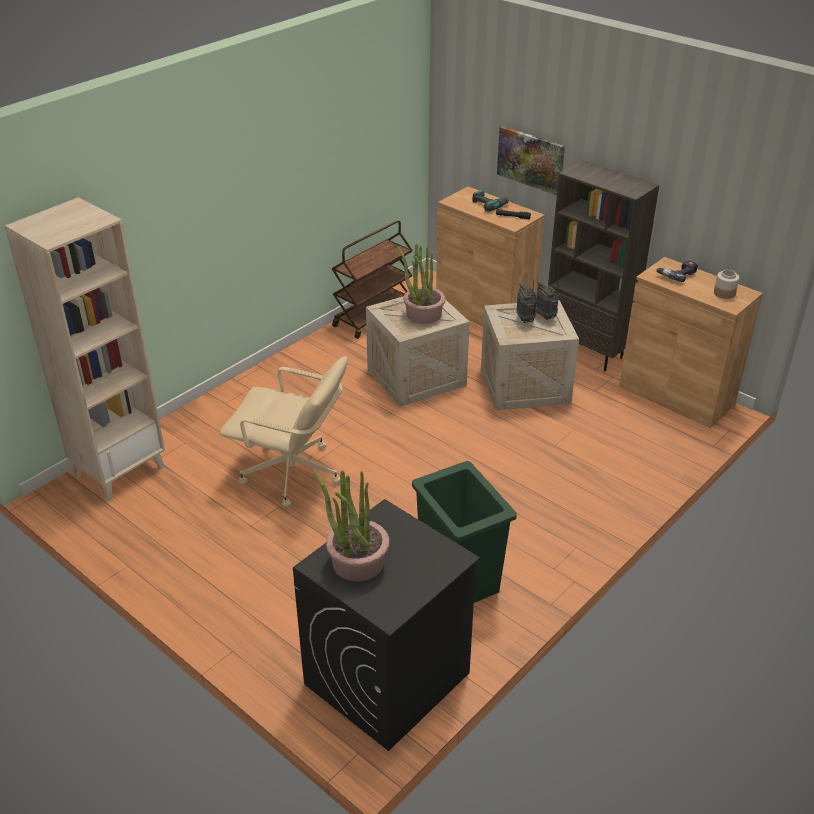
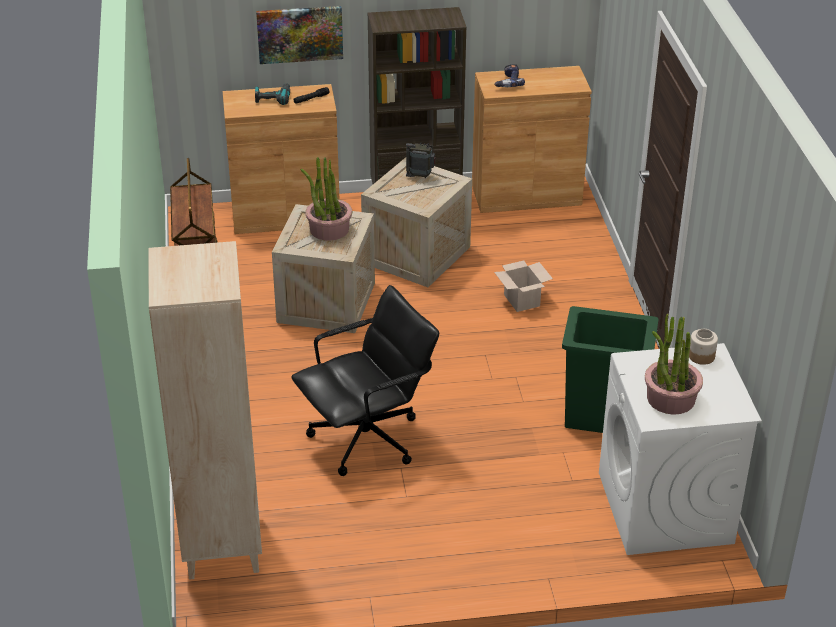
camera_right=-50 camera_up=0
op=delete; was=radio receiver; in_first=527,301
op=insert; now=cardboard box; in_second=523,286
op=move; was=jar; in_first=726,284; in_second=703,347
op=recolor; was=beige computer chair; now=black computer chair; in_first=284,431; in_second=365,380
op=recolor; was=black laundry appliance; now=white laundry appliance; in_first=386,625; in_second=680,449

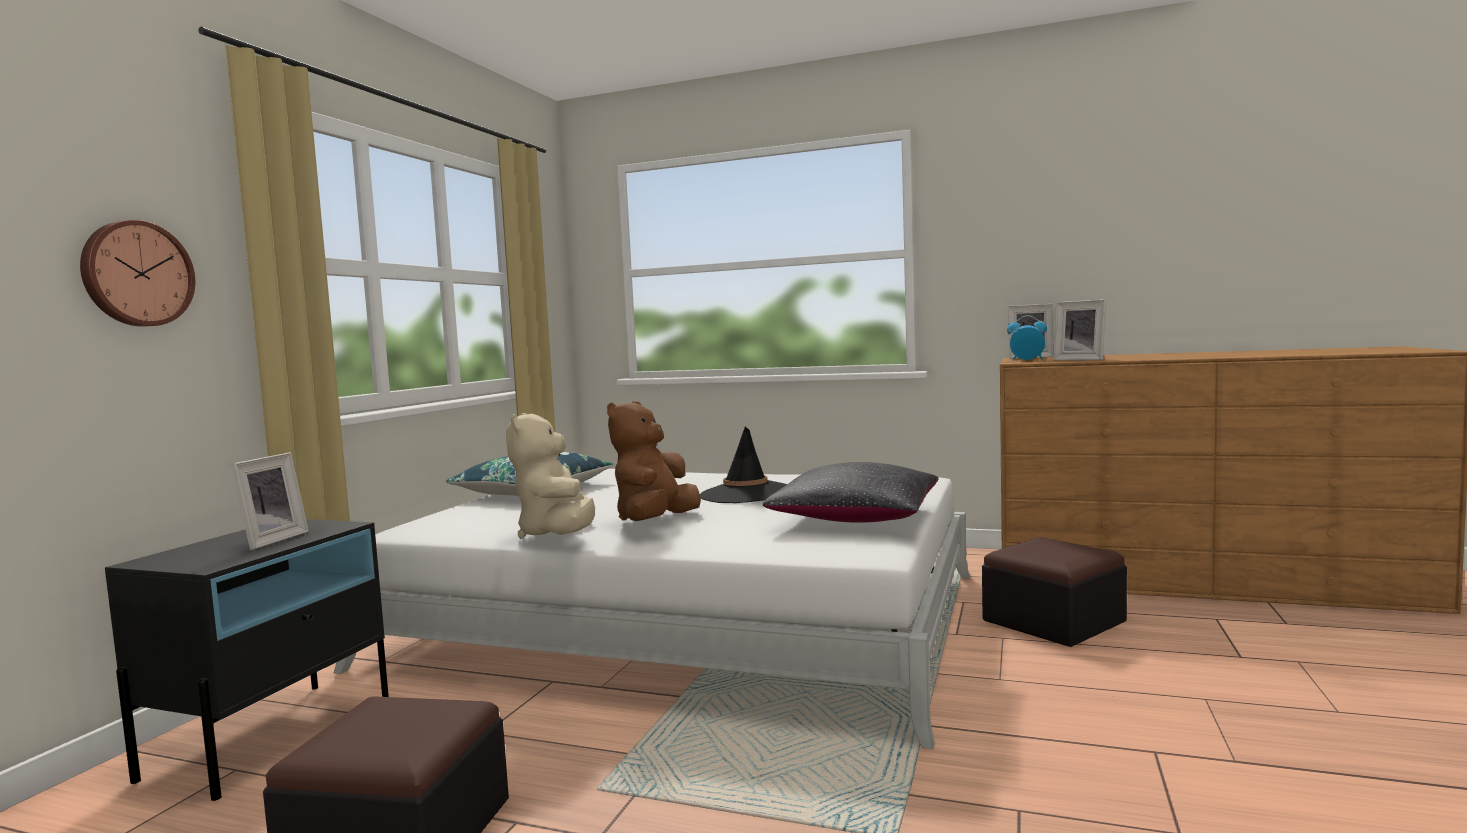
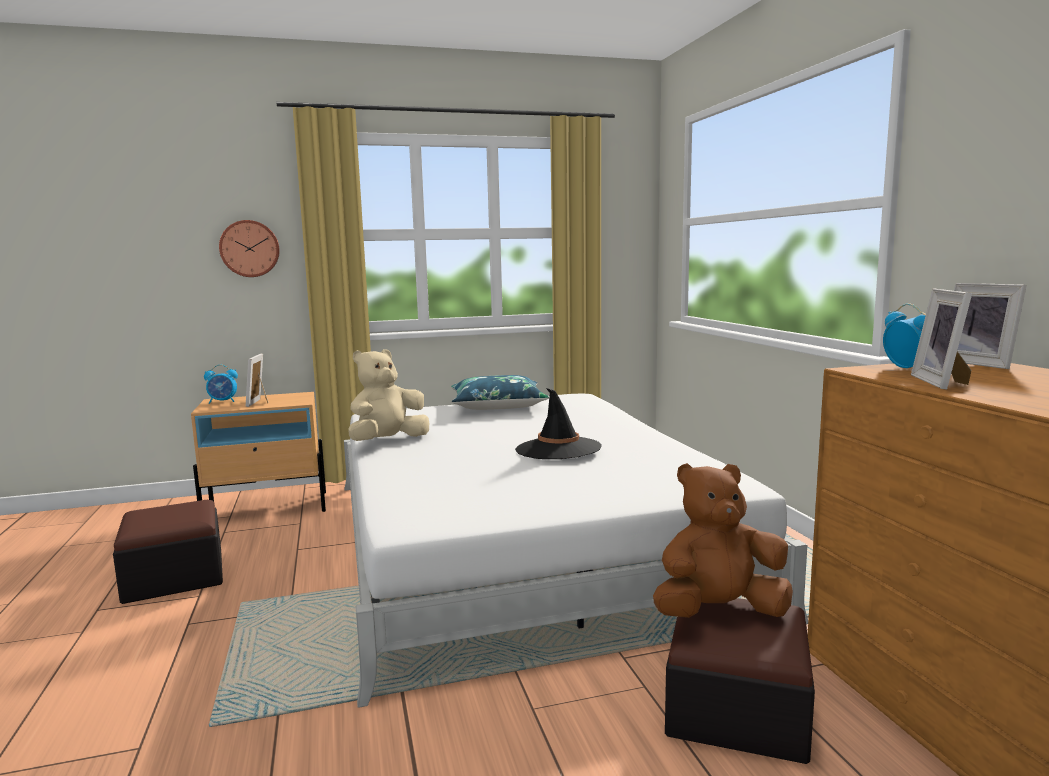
camera_right=55 camera_up=5
op=delete; was=black throw pillow; in_first=850,492
op=insert; now=table clock; in_second=221,384
op=move; was=brown-coloured cuddly toy; in_first=654,461; in_second=723,540
op=recolor; was=black nightstand; now=beige nightstand; in_first=247,660; in_second=258,452
op=rotate; was=standing frame; in_first=270,501; in_second=257,380; clockwise=105

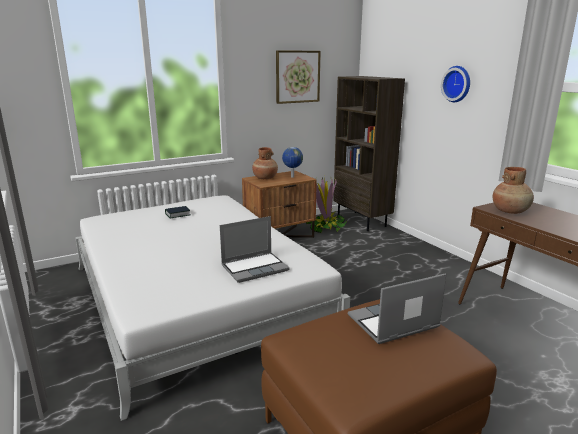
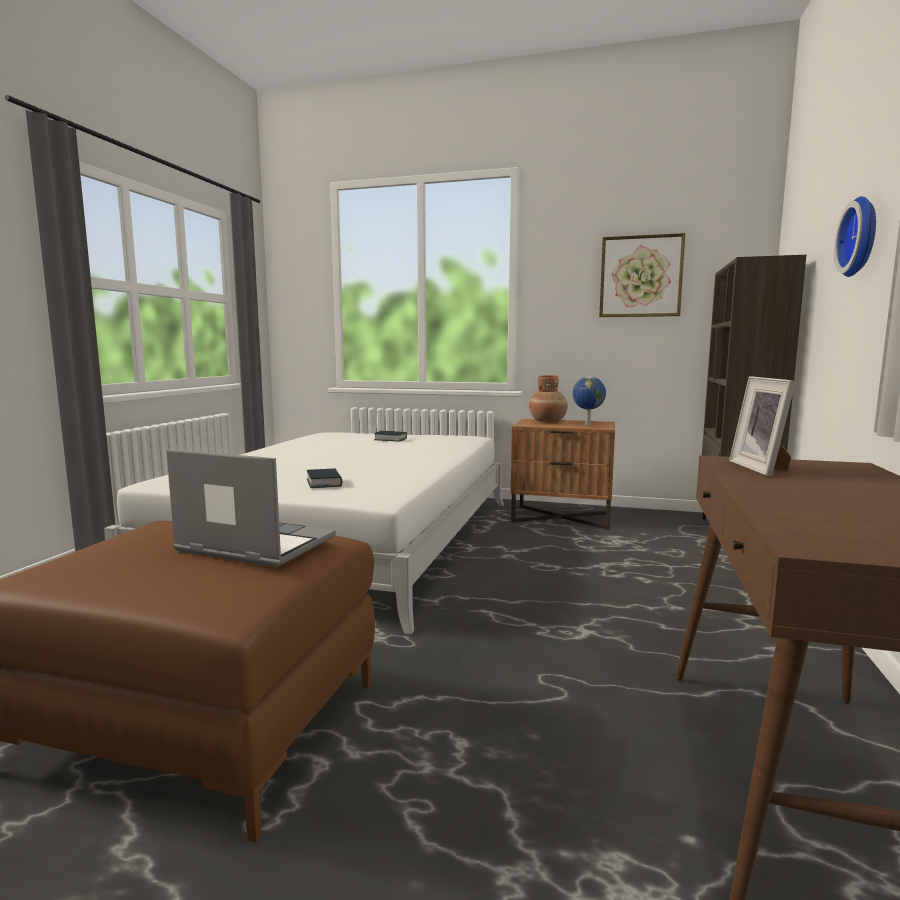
camera_right=45 camera_up=-10
op=delete; was=plant in a pot; in_first=326,204
op=replace; was=laptop; now=volume; in_first=255,249; in_second=324,478
op=replace; was=brown-coloured vase; now=standing frame; in_first=513,190; in_second=762,426

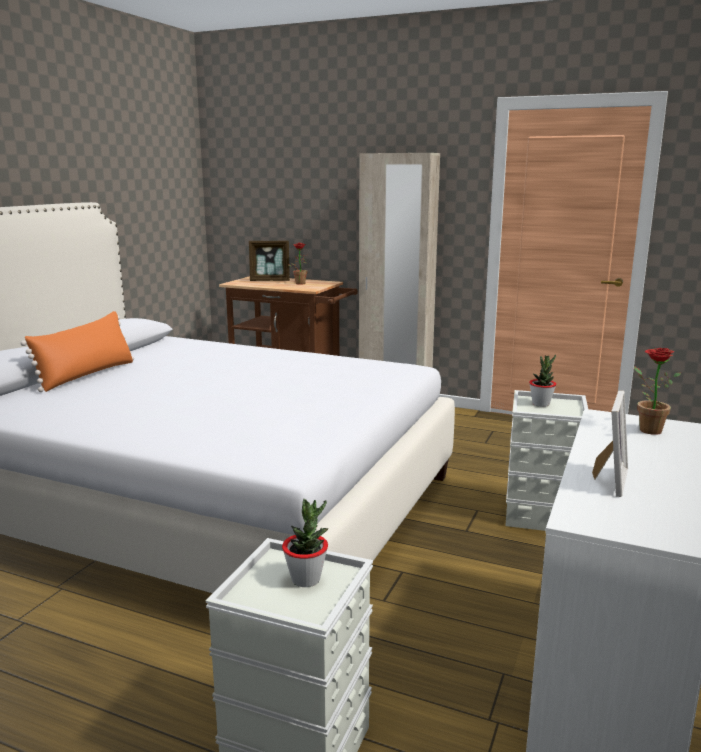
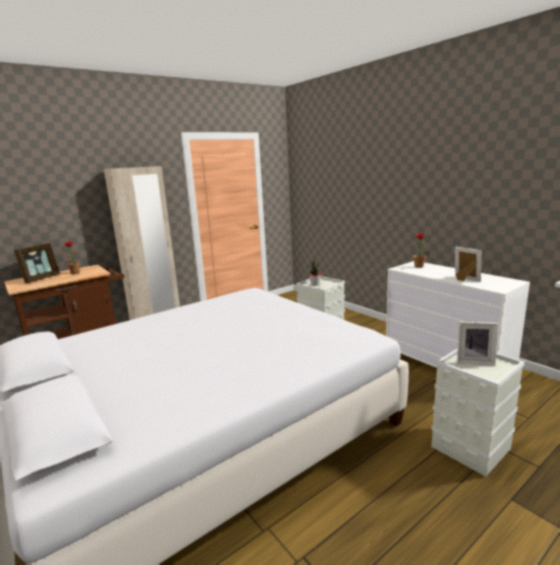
camera_right=-60 camera_up=0
op=delete; was=orangey throw pillow; in_first=77,351
op=replace; was=plant in a pot; now=standing frame; in_first=305,543; in_second=477,343

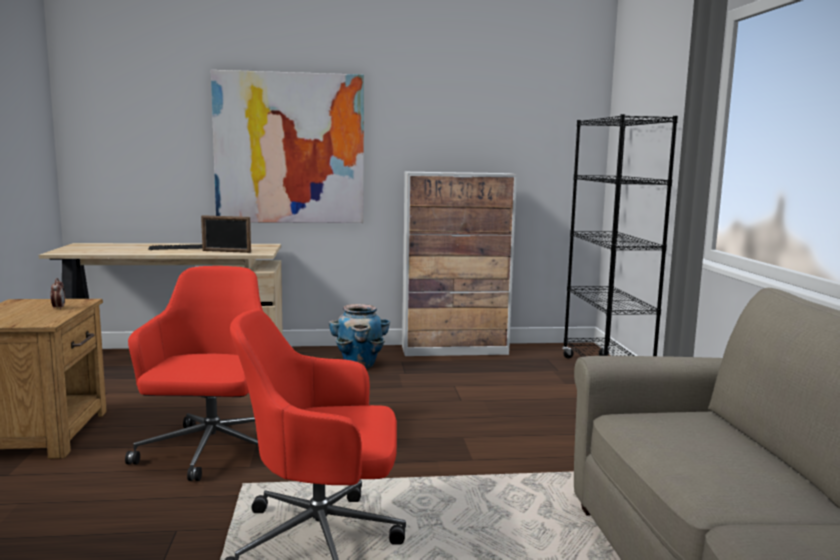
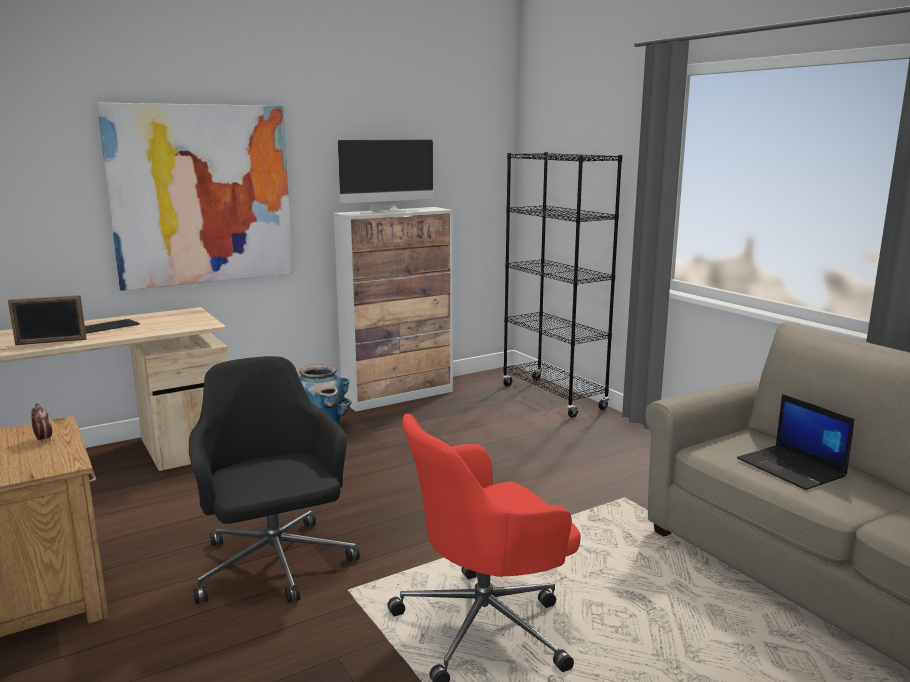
camera_right=-25 camera_up=5
op=insert; now=computer display; in_second=385,176
op=insert; now=laptop; in_second=796,442
op=move; was=standing frame; in_first=226,234; in_second=47,320
op=recolor; was=red-coloured computer chair; now=black computer chair; in_first=194,373; in_second=274,480

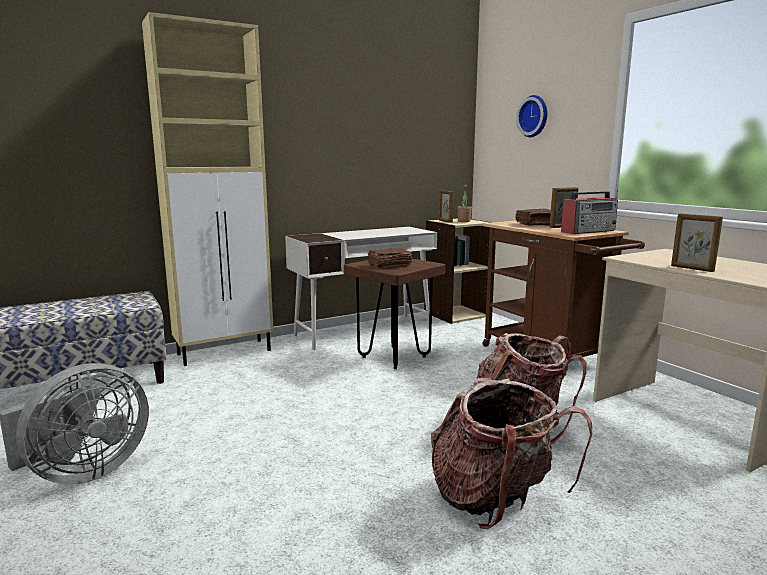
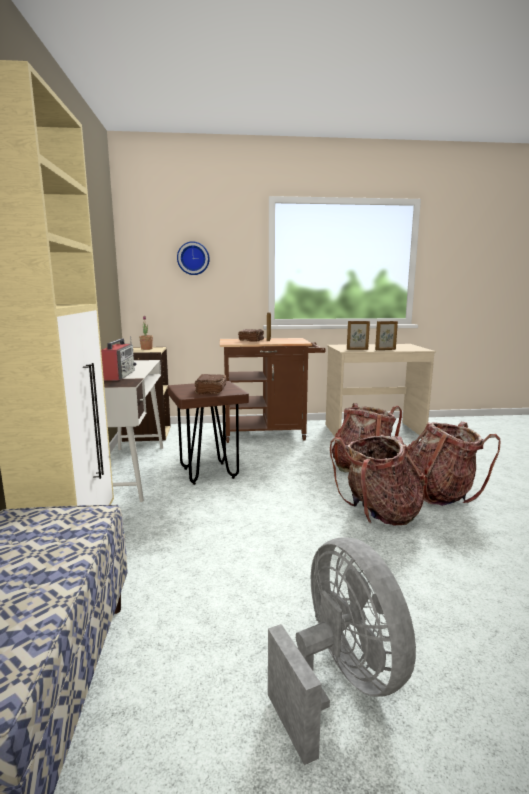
camera_right=-65 camera_up=0
op=insert; now=knapsack; in_second=378,480
op=move; was=standing frame; in_first=446,206; in_second=358,335
op=move; was=radio receiver; in_first=589,211; in_second=118,358

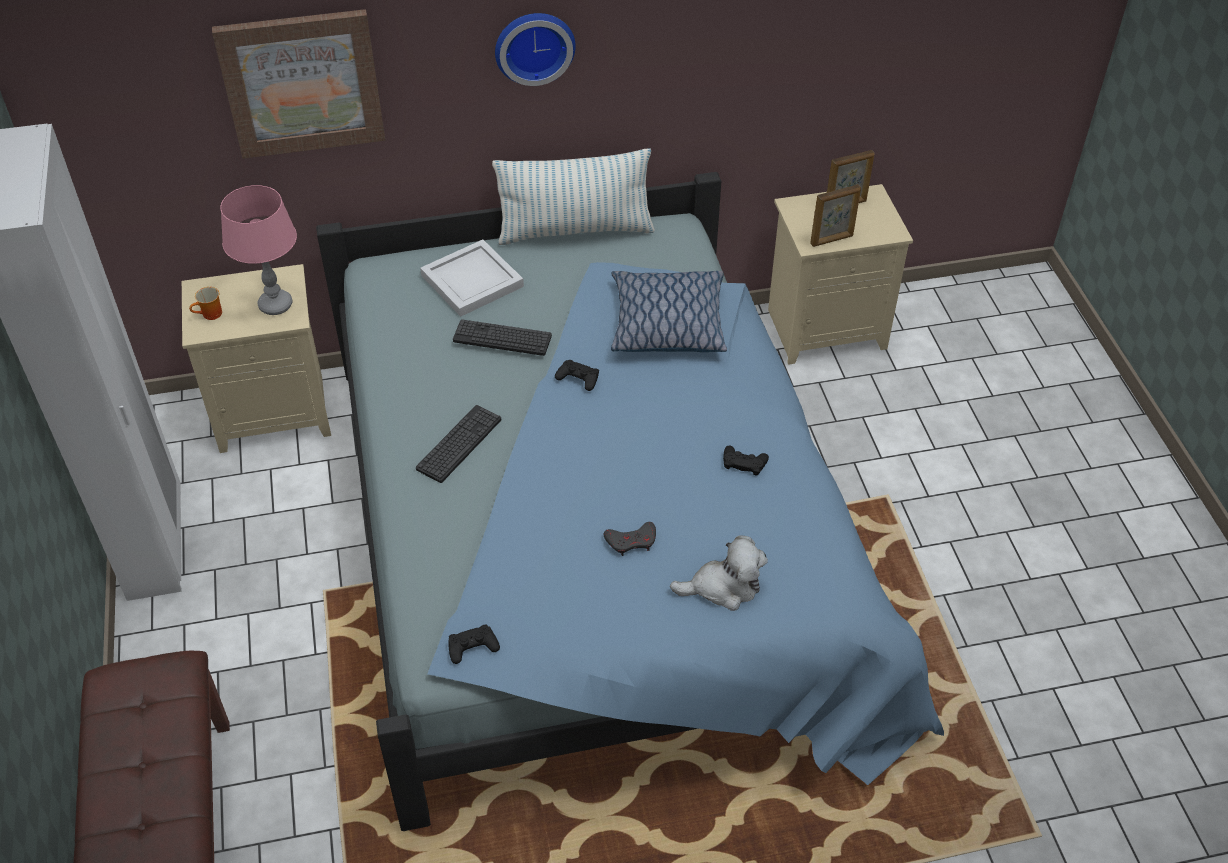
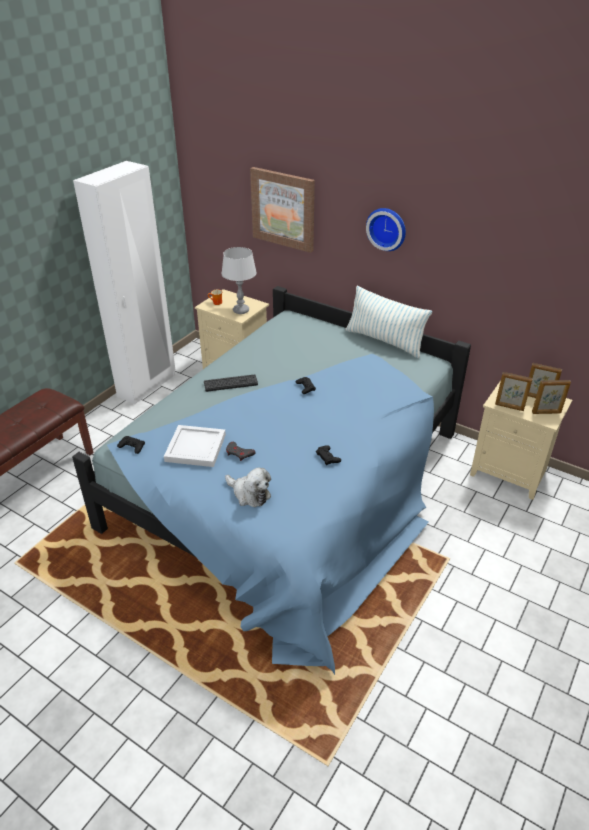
camera_right=45 camera_up=-10
op=delete; was=keyboard; in_first=502,337
op=delete; was=throw pillow; in_first=669,311
op=insert; now=standing frame; in_second=551,397
op=move; was=white serving tray; in_first=472,278; in_second=195,446
op=recolor; was=pink table lamp; now=grey table lamp; in_first=258,250; in_second=239,280

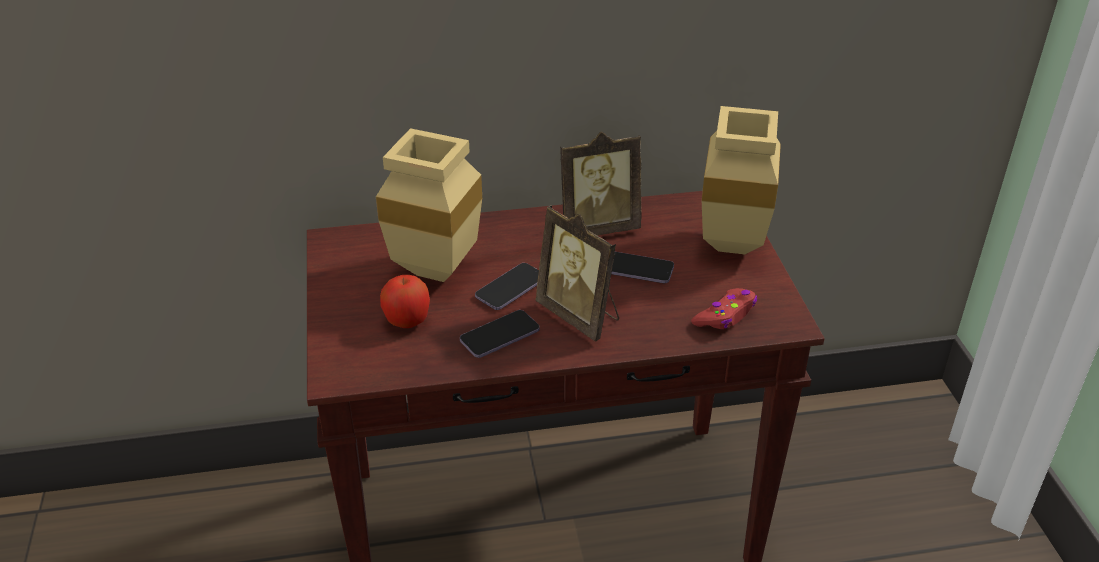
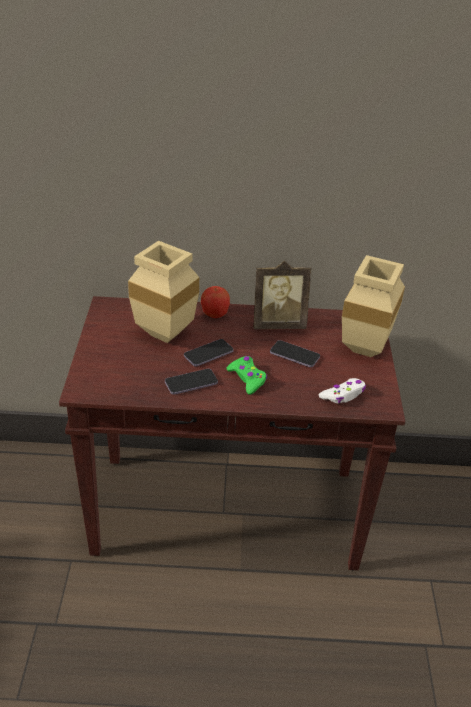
camera_right=10 camera_up=0
op=move; was=whole apple; in_first=405,301; in_second=215,302
op=replace; was=standing frame; now=green-coloured joypad; in_first=577,273; in_second=246,375
op=recolor; was=red-coloured joypad; now=white joypad; in_first=724,308; in_second=342,390

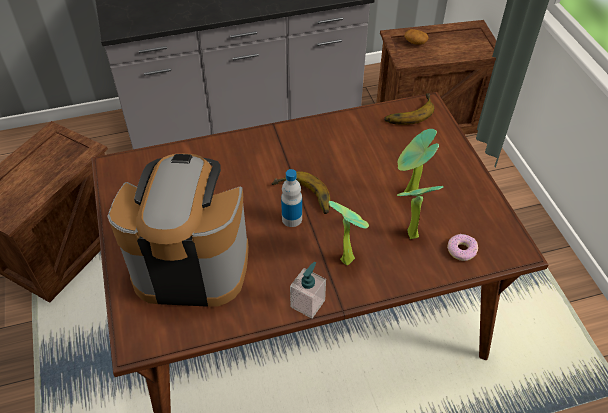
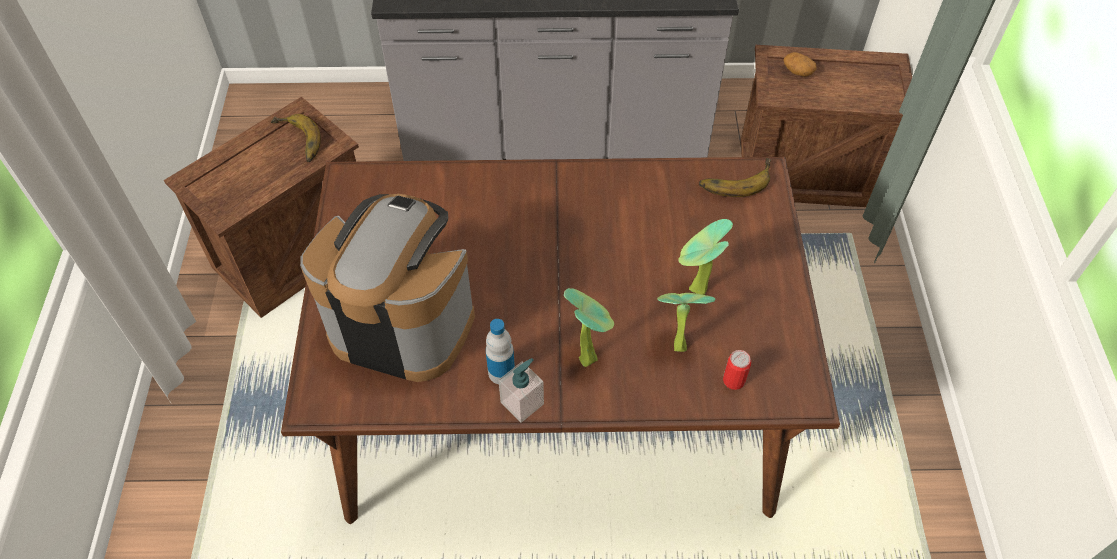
camera_right=15 camera_up=5
op=move; was=banana; in_first=301,192; in_second=296,138
op=move; was=drink bottle; in_first=291,198; in_second=500,351
op=replace; was=donut; now=can; in_first=462,247; in_second=737,370

